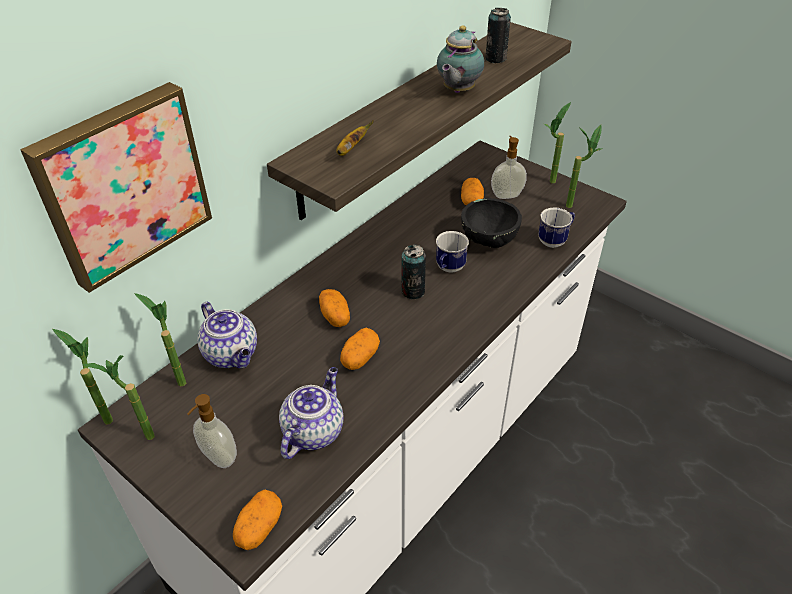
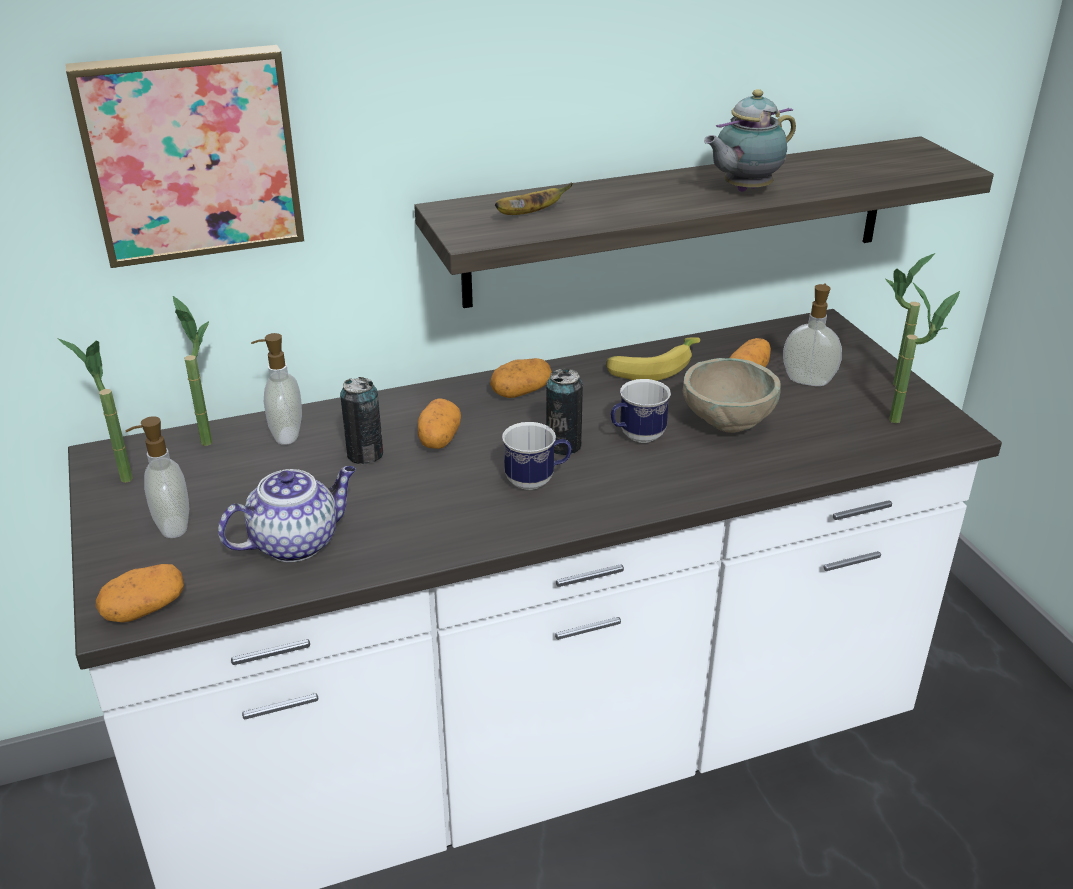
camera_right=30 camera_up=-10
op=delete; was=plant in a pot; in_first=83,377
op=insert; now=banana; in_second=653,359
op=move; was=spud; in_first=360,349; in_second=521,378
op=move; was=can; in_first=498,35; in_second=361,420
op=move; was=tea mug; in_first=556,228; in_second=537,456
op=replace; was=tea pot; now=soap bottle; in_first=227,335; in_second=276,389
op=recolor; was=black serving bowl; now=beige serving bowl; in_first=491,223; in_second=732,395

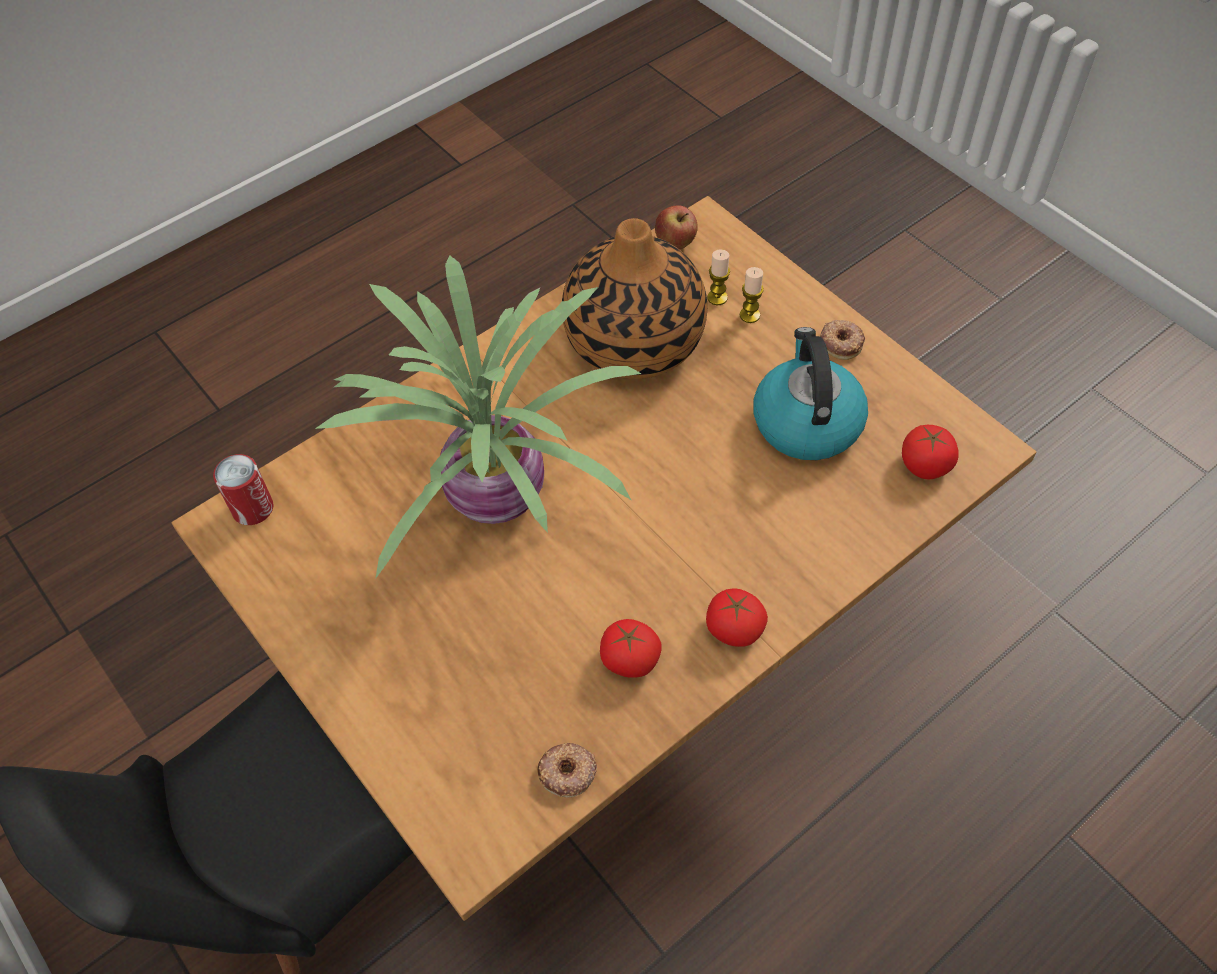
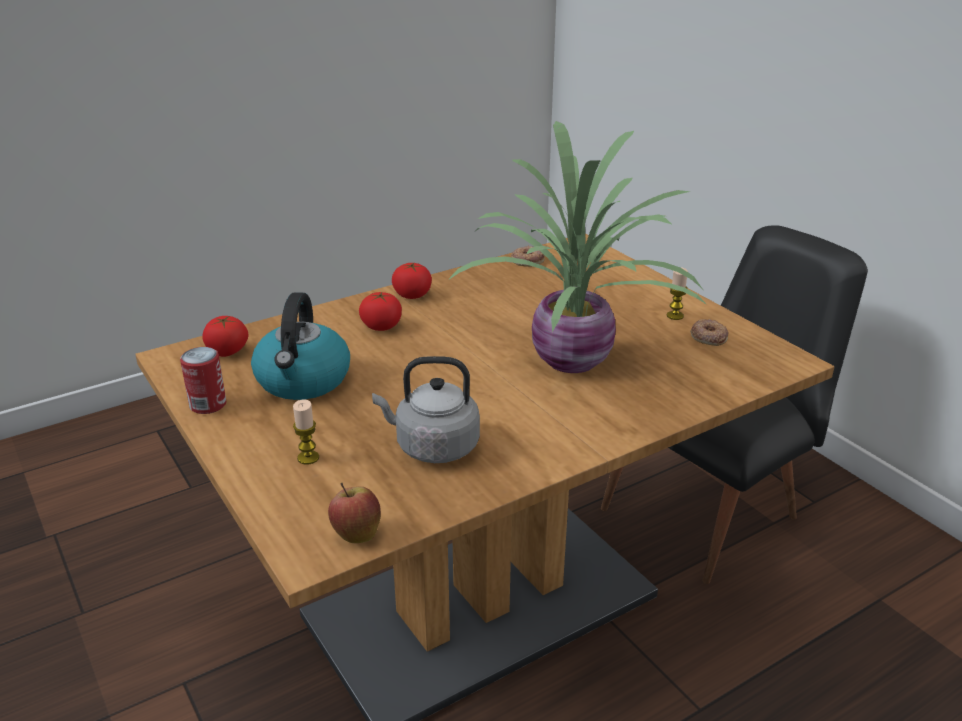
camera_right=-175 camera_up=-25
op=move; was=can; in_first=243,489; in_second=203,380
op=move; was=whole tomato; in_first=631,648; in_second=380,311
op=move; was=wax light; in_first=718,277; in_second=677,293
op=move; was=donut; in_first=842,340; in_second=709,332
op=replace; was=vase; now=grey tea kettle; in_first=634,298; in_second=426,409

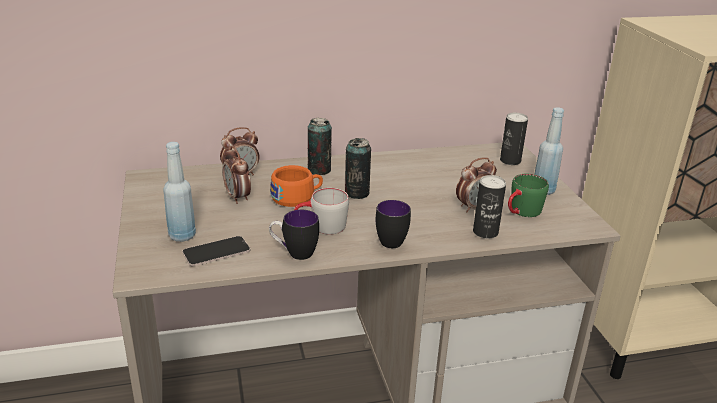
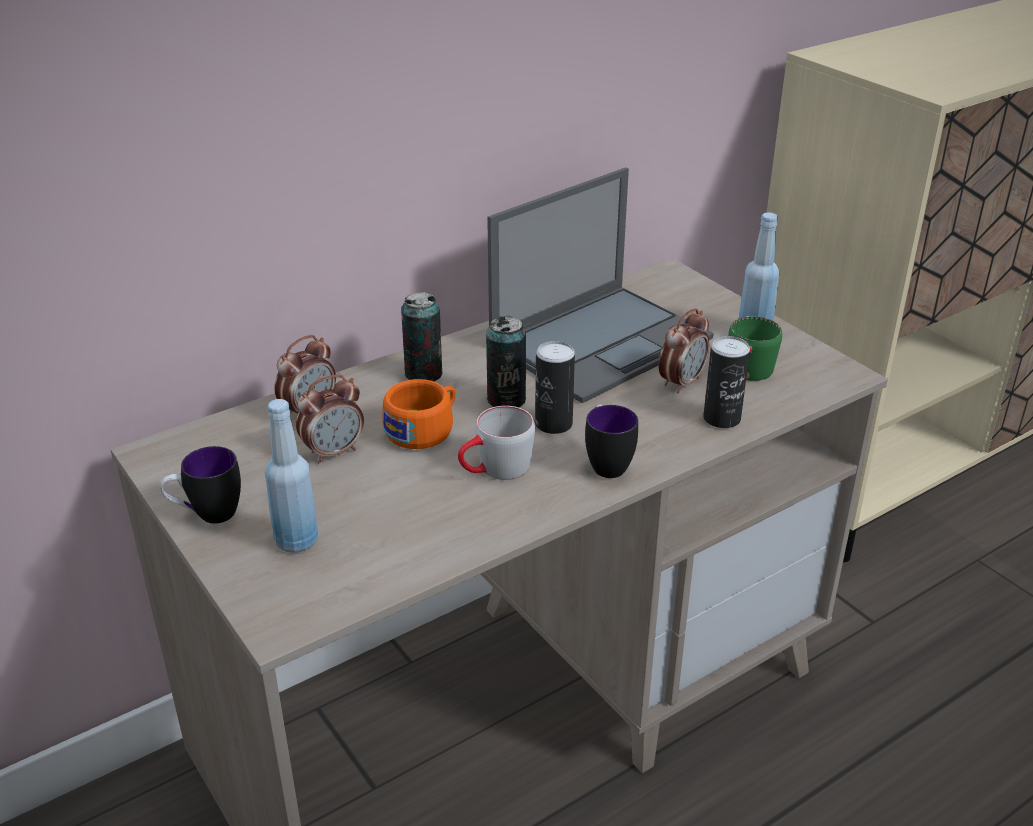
camera_right=-20 camera_up=5
op=delete; was=phone; in_first=216,251
op=insert; now=laptop; in_second=600,285
op=move; was=tea mug; in_first=294,235; in_second=200,485
op=move; was=can; in_first=514,139; in_second=555,387
op=rotate; was=table clock; in_first=236,175; in_second=330,418; clockwise=-75

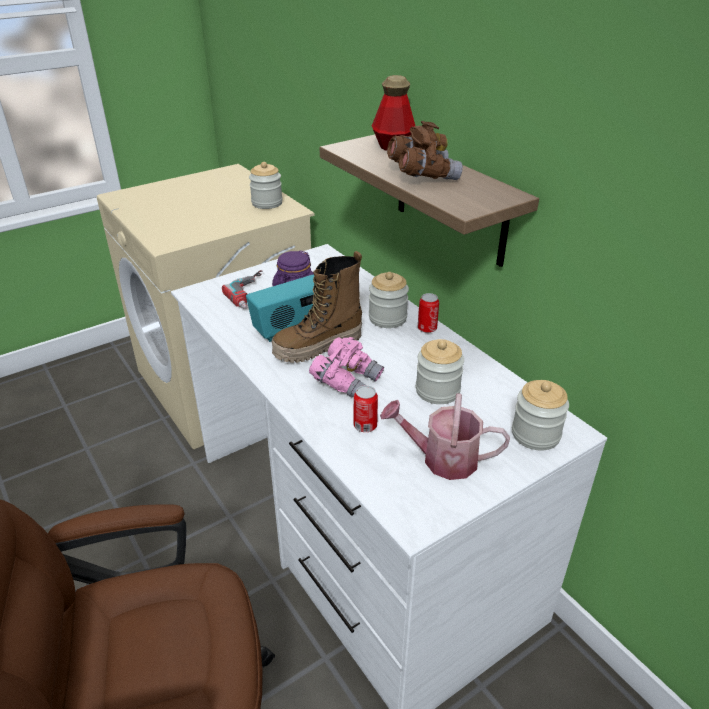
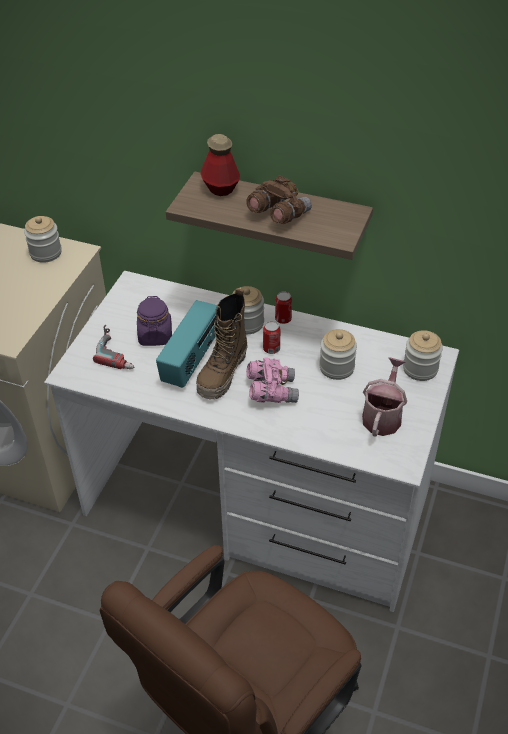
camera_right=-35 camera_up=10
op=move; was=can; in_first=366,408; in_second=271,337
op=rotate; was=sprinkling can; in_first=445,436; in_second=384,397; clockwise=135

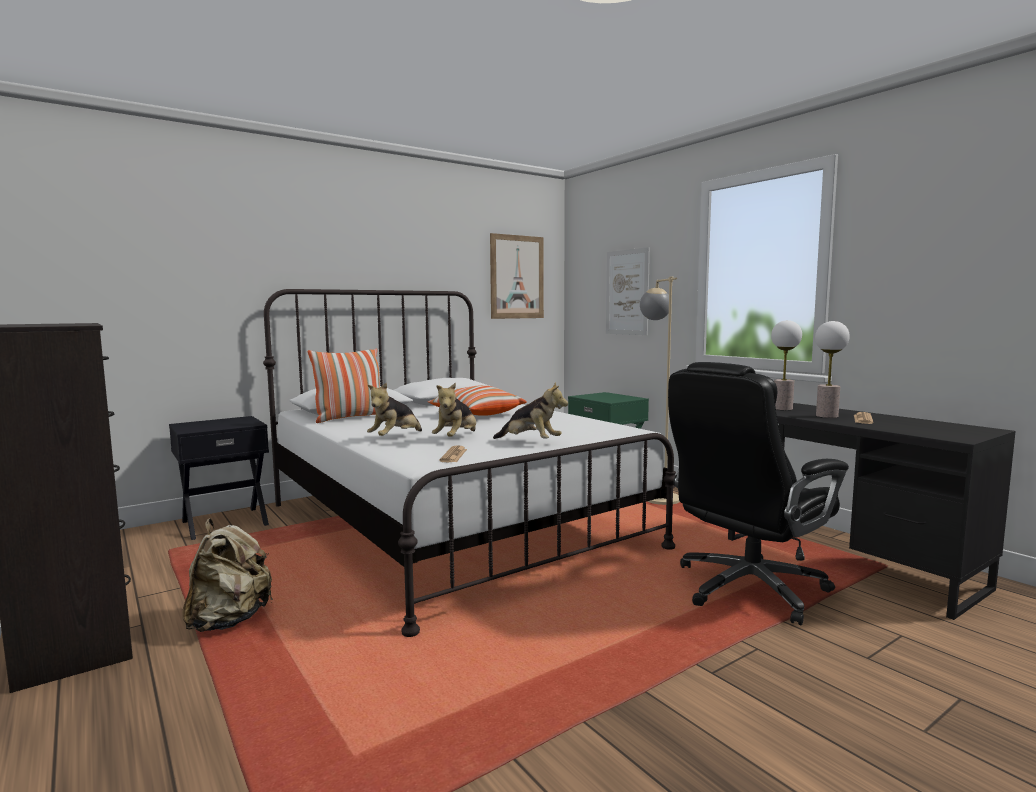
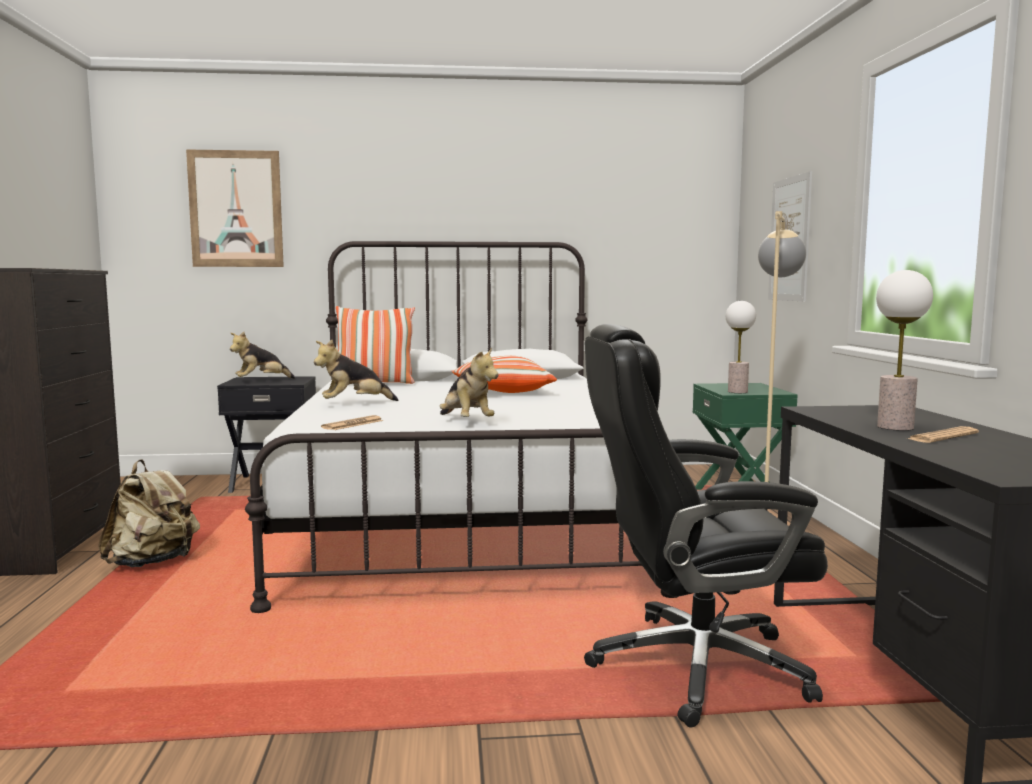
camera_right=30 camera_up=0
op=move; was=cuddly toy; in_first=454,410; in_second=262,355
op=move; was=wall art; in_first=517,276; in_second=235,208
op=move; was=table lamp; in_first=786,365; in_second=741,347

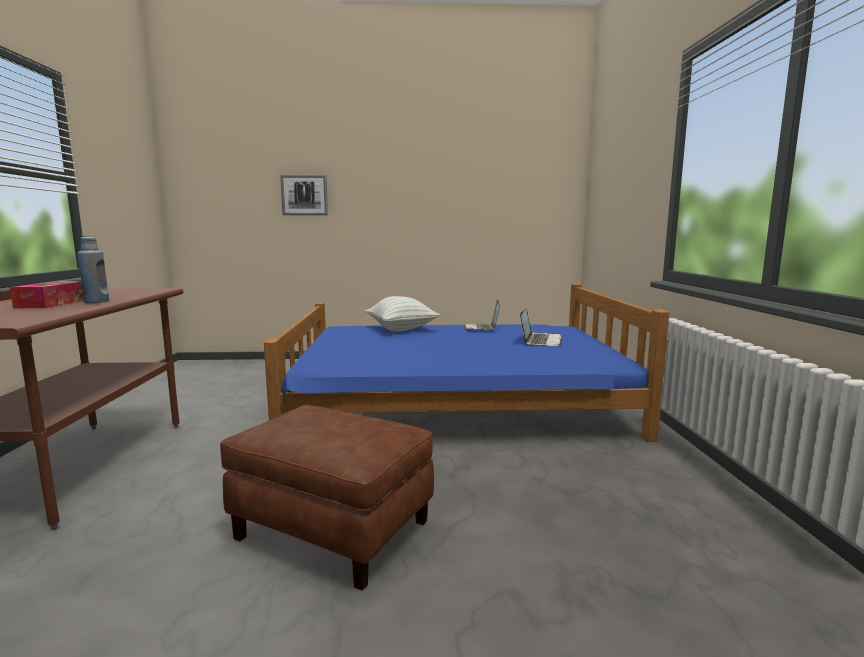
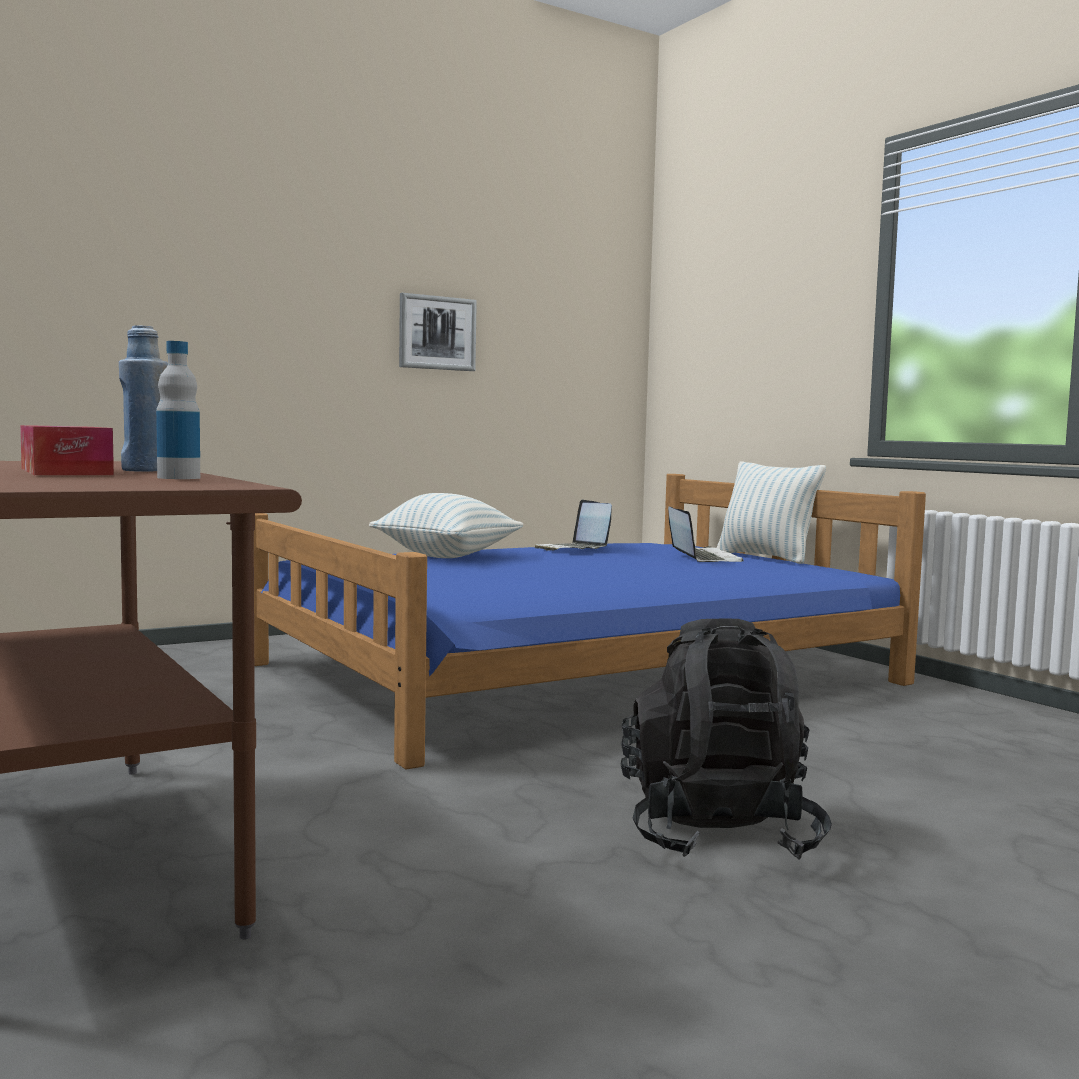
camera_right=-30 camera_up=-5
op=insert; now=drink bottle; in_second=178,410
op=insert; now=throw pillow; in_second=771,512
op=move; was=wall art; in_first=304,195; in_second=438,332
op=replace; was=brown-coloured footrest; now=black knapsack; in_first=327,498; in_second=726,739

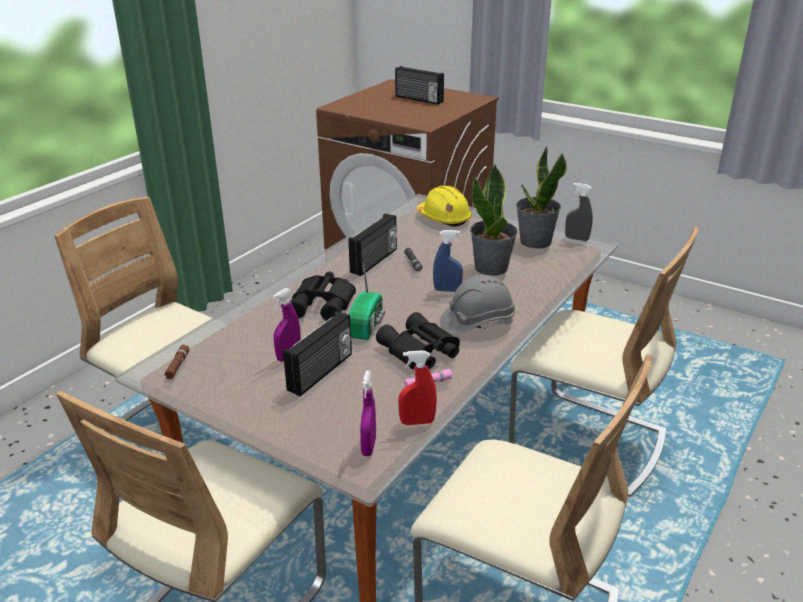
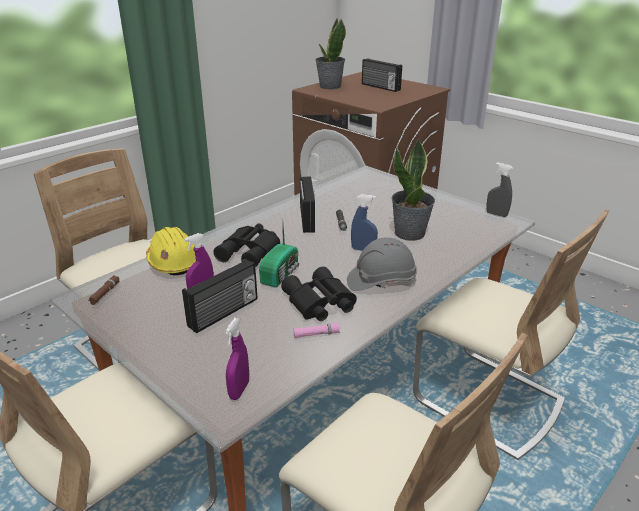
camera_right=10 camera_up=0
op=delete; was=red-coloured spray bottle; in_first=417,387
op=move; was=yellow-coloured hard hat; in_first=444,206; in_second=171,251
op=move; was=plant in a pot; in_first=541,197; in_second=330,54
op=rotate; was=radio receiver; in_first=373,244; in_second=307,204; clockwise=-45

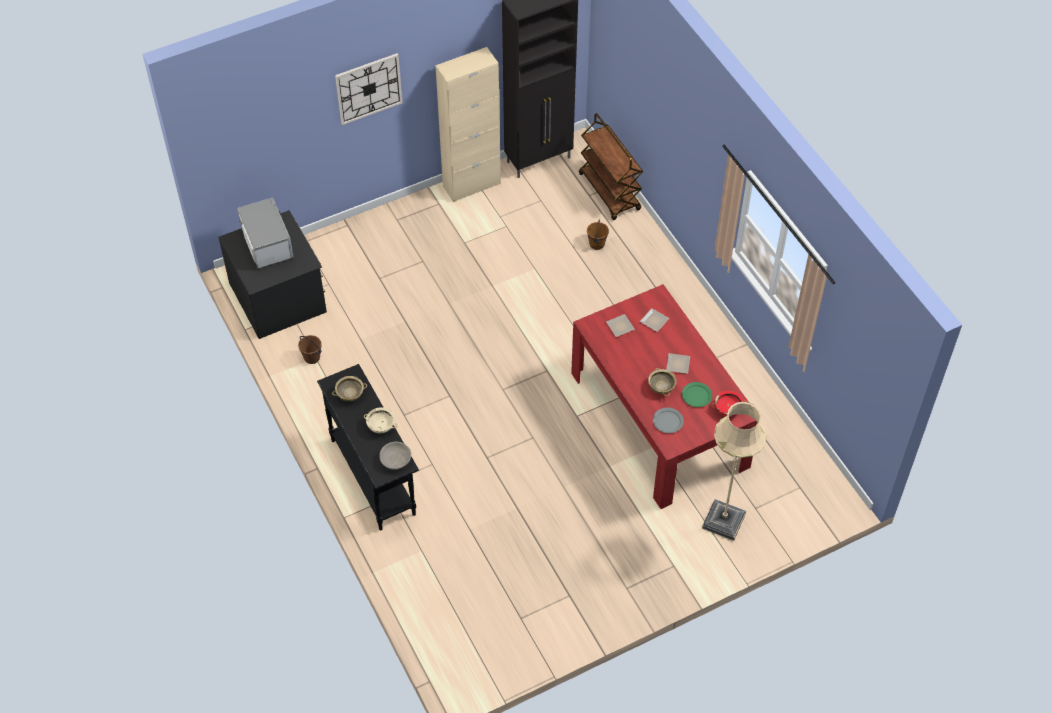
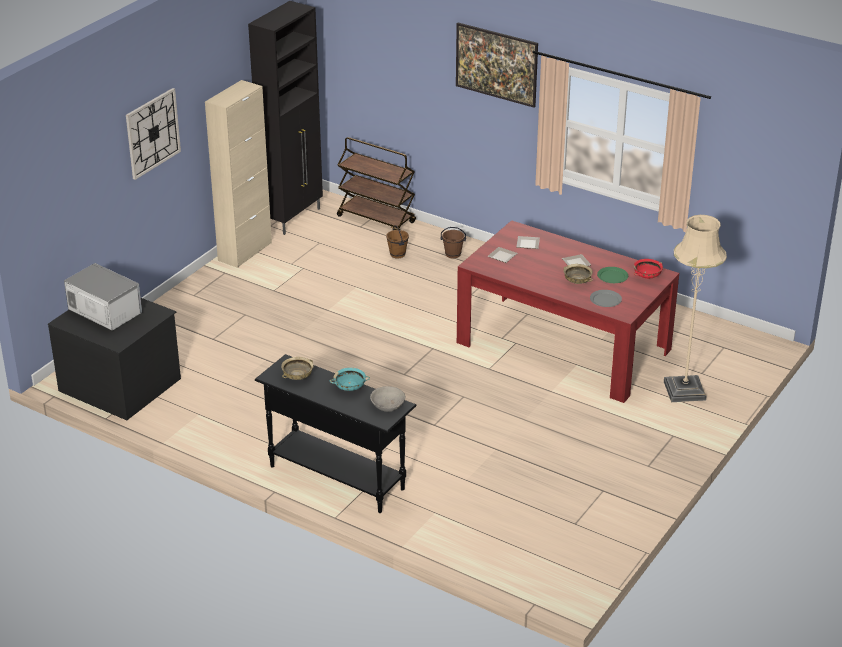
camera_right=-30 camera_up=-20
op=insert; now=wall art; in_second=497,65
op=move; was=brown-coloured pail; in_first=310,349; in_second=453,242
op=recolor; was=beige serving bowl; now=turquoise serving bowl; in_first=380,420; in_second=350,379

